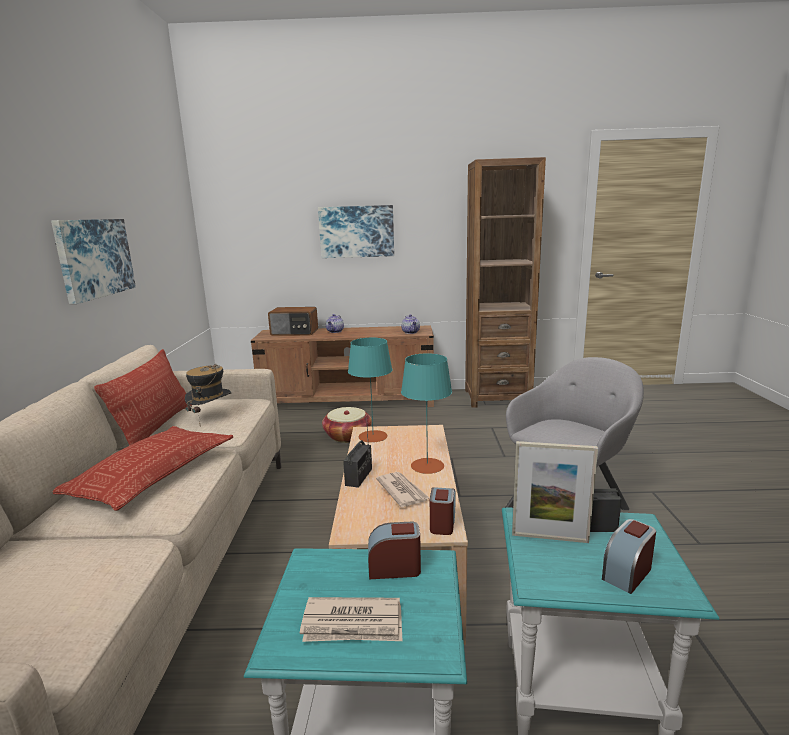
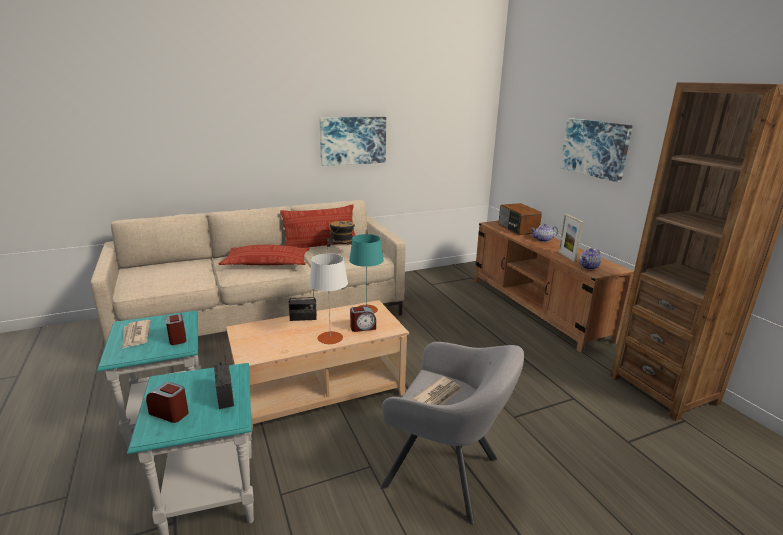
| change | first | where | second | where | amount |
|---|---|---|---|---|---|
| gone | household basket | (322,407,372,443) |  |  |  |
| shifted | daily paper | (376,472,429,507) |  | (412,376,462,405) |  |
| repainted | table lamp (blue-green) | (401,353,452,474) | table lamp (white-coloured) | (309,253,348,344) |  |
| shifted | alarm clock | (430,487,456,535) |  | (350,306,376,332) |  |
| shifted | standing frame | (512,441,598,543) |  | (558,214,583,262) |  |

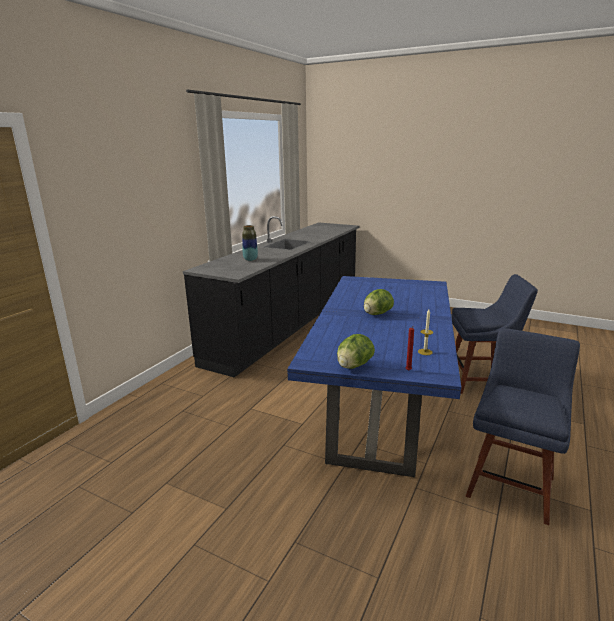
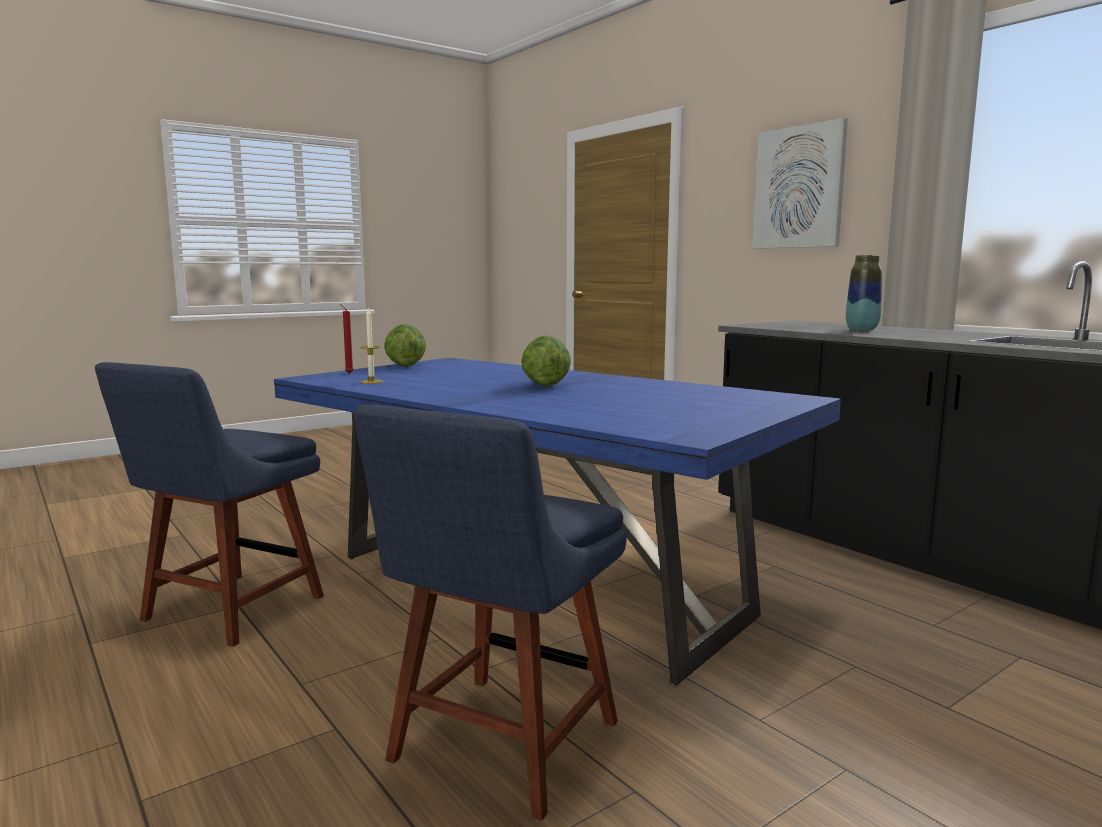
| change | first | where | second | where | amount |
|---|---|---|---|---|---|
| rotated | chair (blue-coloured) | (465,328,580,525) |  | (95,362,324,647) | 60 degrees clockwise |
| new |  |  | wall art | (753,118,848,249) |  |

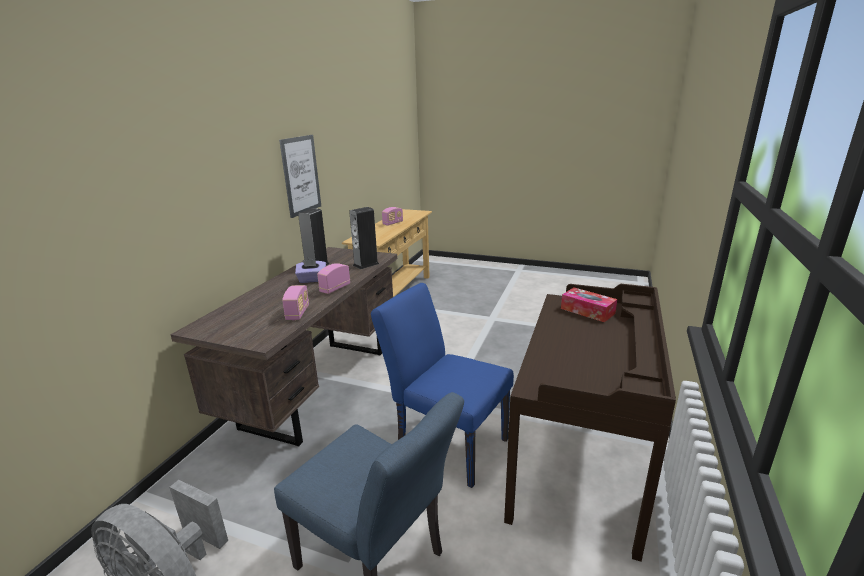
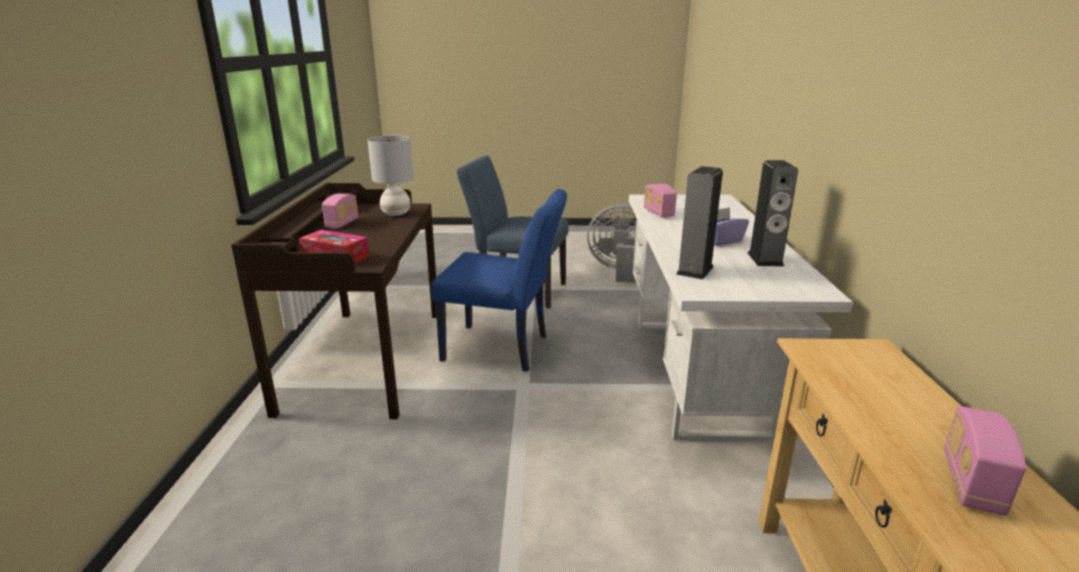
| change | first | where | second | where | amount |
|---|---|---|---|---|---|
| repainted | desk table (brown) | (170,247,397,446) | desk table (white-coloured) | (629,194,853,441) |  |
| gone | wall art | (279,135,321,218) |  |  |  |
| shifted | radio receiver | (317,263,350,294) |  | (322,194,358,229) |  |
| new |  |  | table lamp (grey) | (368,136,413,216) |  |

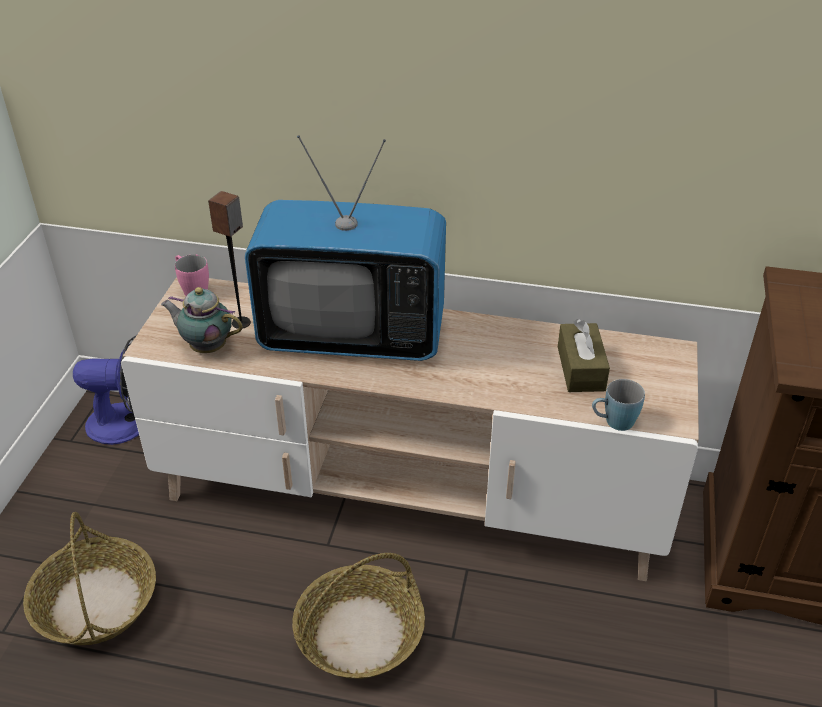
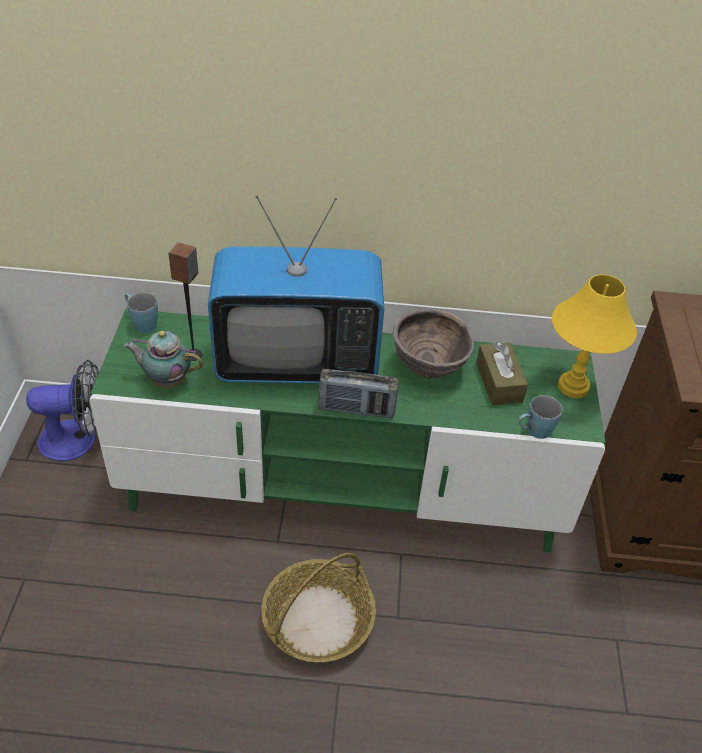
| change | first | where | second | where | amount |
|---|---|---|---|---|---|
| gone | household basket | (23,512,156,645) |  |  |  |
| repainted | media console (sand-coloured) | (121,277,699,582) | media console (green) | (89,309,606,553) |  |
| repainted | coffee mug (pink-coloured) | (175,254,209,296) | coffee mug (blue-coloured) | (125,293,158,333) |  |
| new |  |  | radio receiver | (318,369,399,418) |  |
| new |  |  | bowl (brown) | (392,308,474,378) |  |
| new |  |  | table lamp (yellow) | (552,274,637,398) |  |

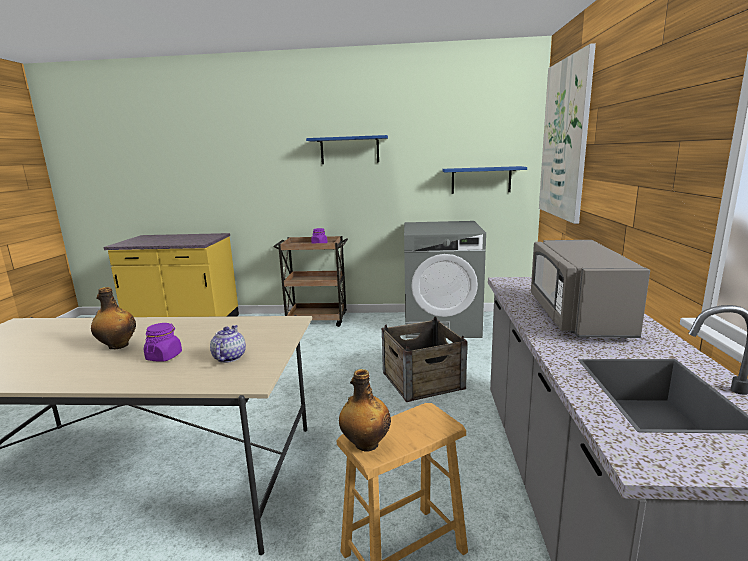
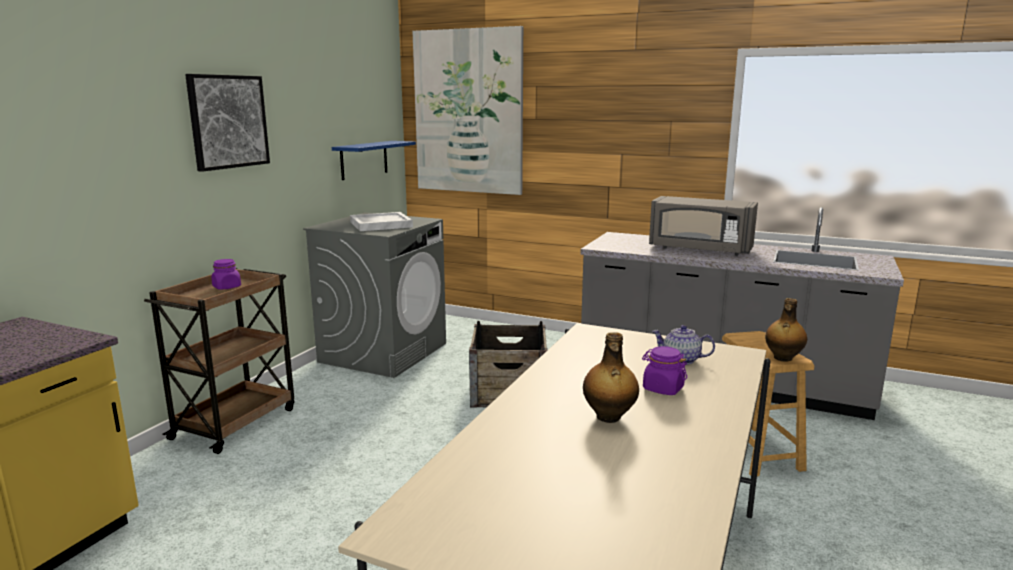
| change | first | where | second | where | amount |
|---|---|---|---|---|---|
| swapped | shelf (blue-coloured) | (306,135,388,164) | wall art | (185,74,270,172) |  |
| new |  |  | serving tray (white-coloured) | (350,212,413,231) |  |

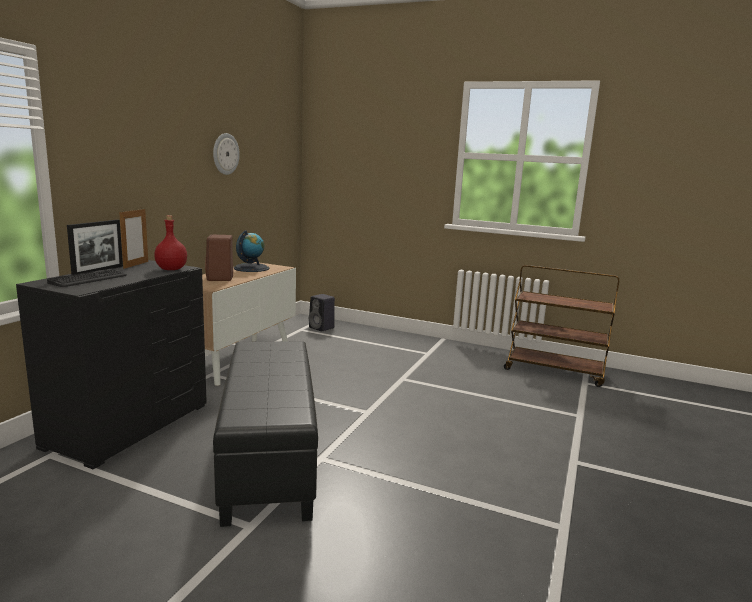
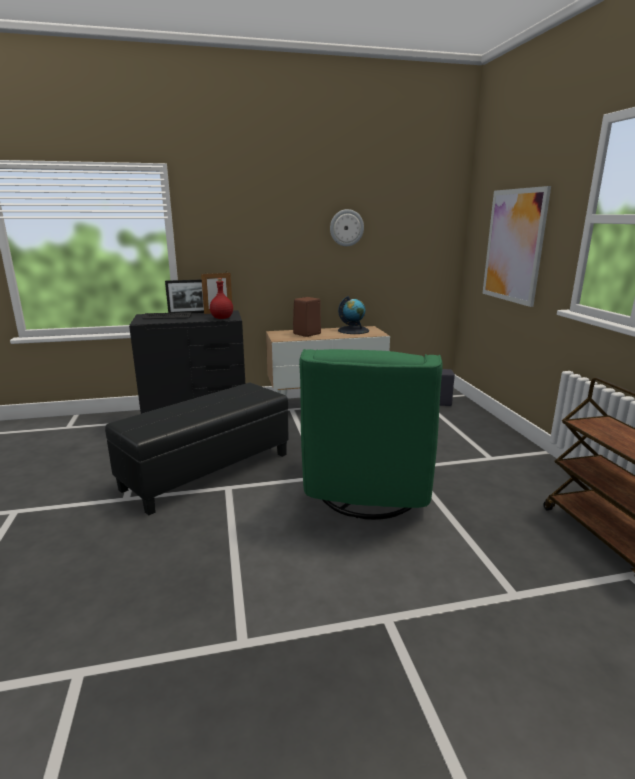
| change | first | where | second | where | amount |
|---|---|---|---|---|---|
| new |  |  | easy chair (green) | (299,349,443,520) |  |
| new |  |  | wall art | (482,186,551,307) |  |

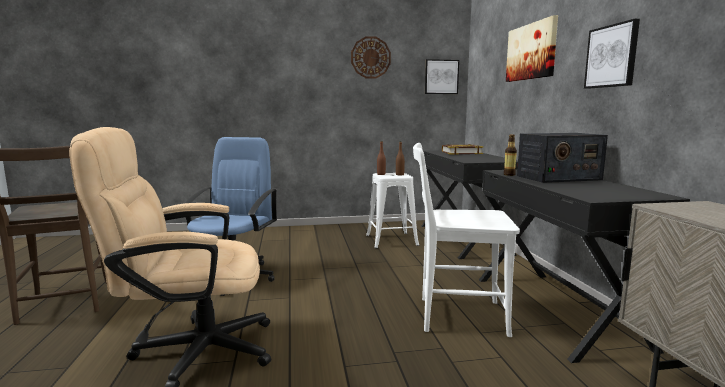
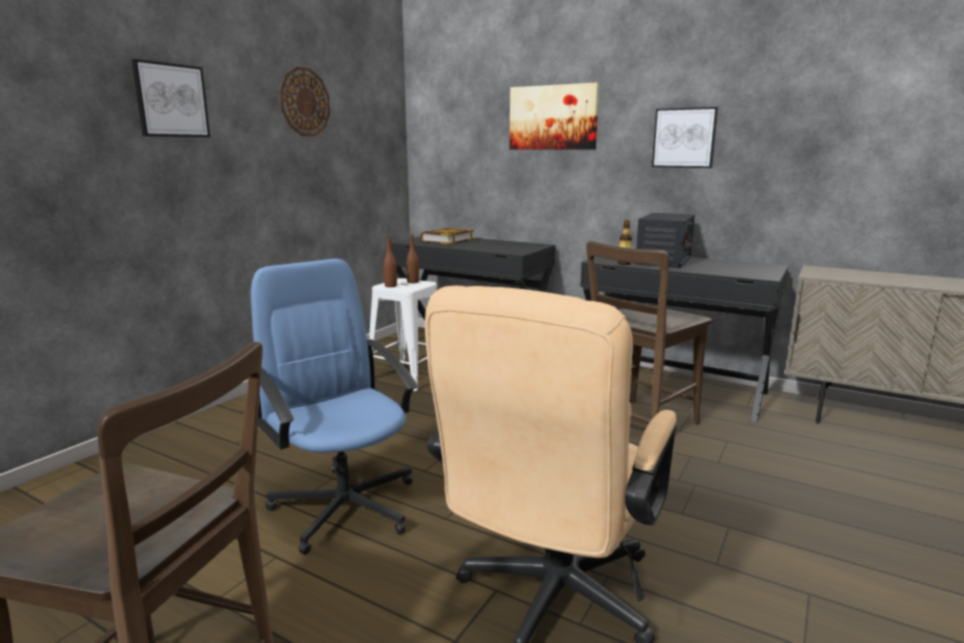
| change | first | where | second | where | amount |
|---|---|---|---|---|---|
| repainted | chair (white-coloured) | (413,143,520,337) | chair (brown) | (586,241,712,424) |  |
| shifted | wall art | (425,59,459,94) |  | (131,59,210,137) |  |

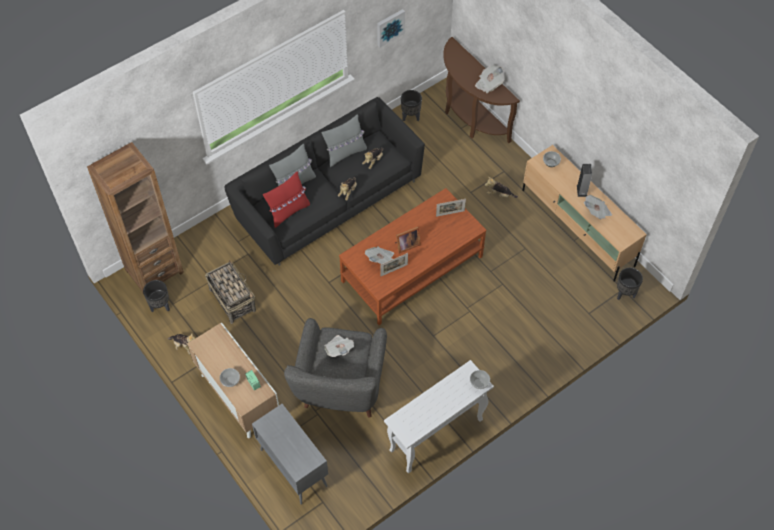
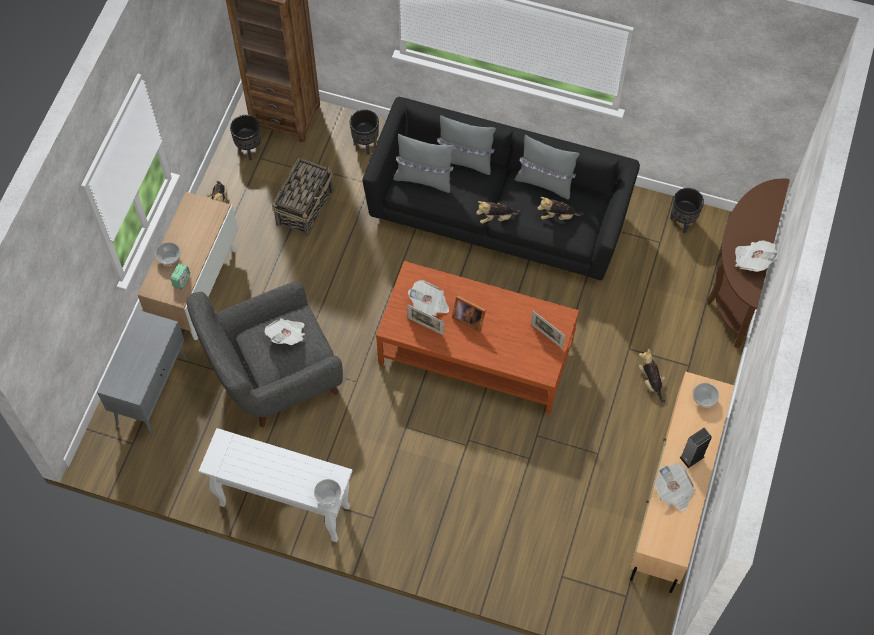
| change | first | where | second | where | amount |
|---|---|---|---|---|---|
| repainted | cushion (red-coloured) | (263,172,310,228) | cushion (grey) | (393,134,454,193) |  |
| gone | wall art | (377,9,405,48) |  |  |  |
| shifted | plant pot (blackish) | (617,268,643,300) |  | (350,109,379,155) |  |

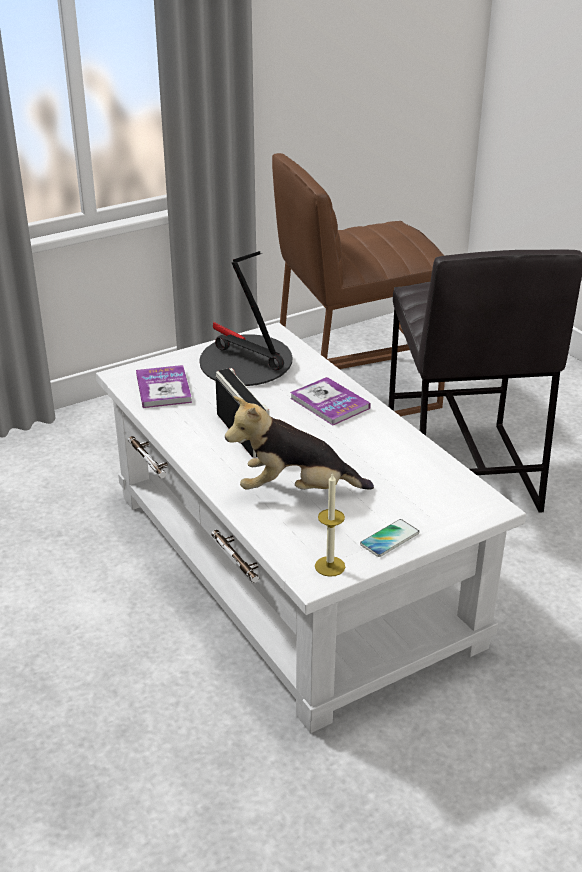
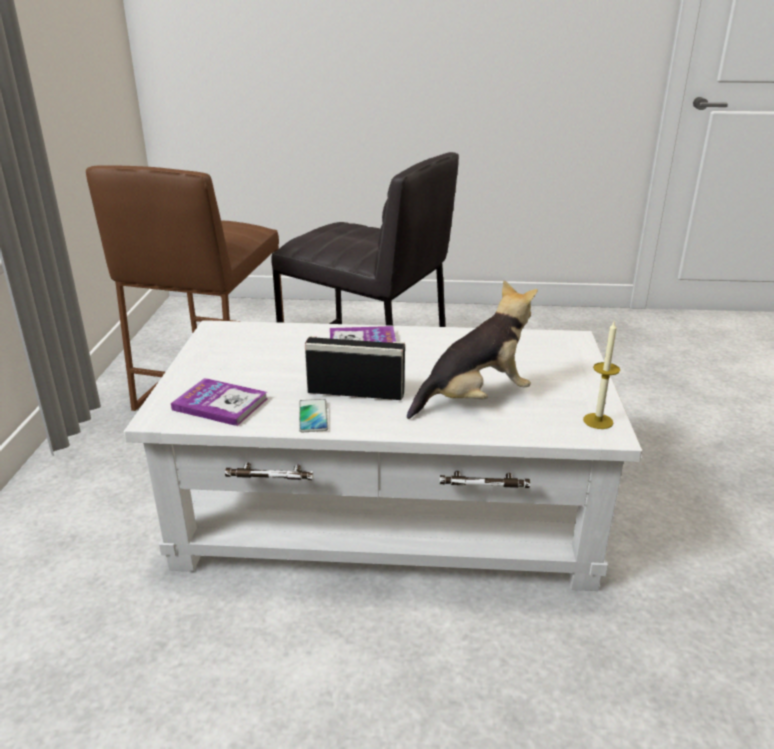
| change | first | where | second | where | amount |
|---|---|---|---|---|---|
| gone | table lamp | (199,251,292,386) |  |  |  |
| rotated | plush toy | (225,396,374,490) |  | (407,280,538,419) | 150 degrees counterclockwise |
| shifted | phone | (360,519,420,557) |  | (299,399,328,432) |  |

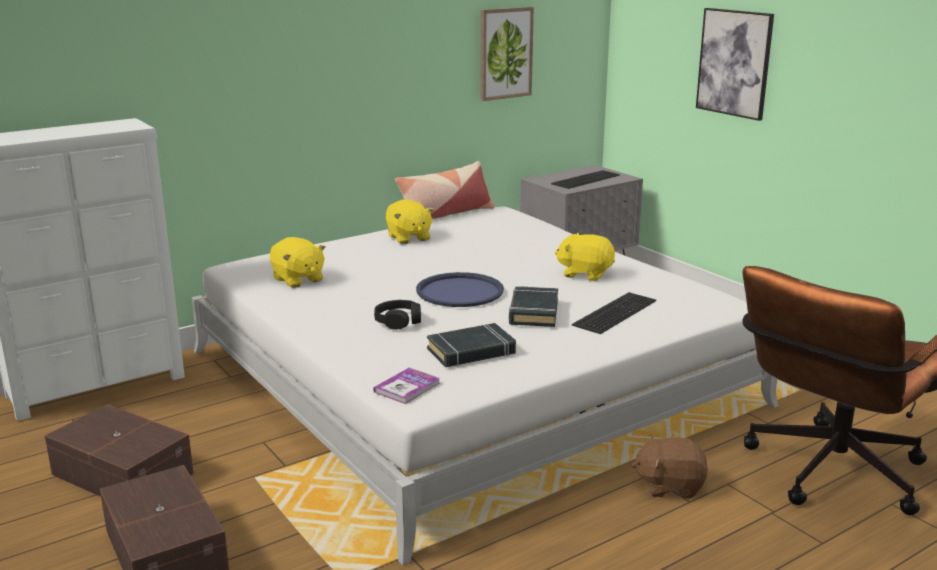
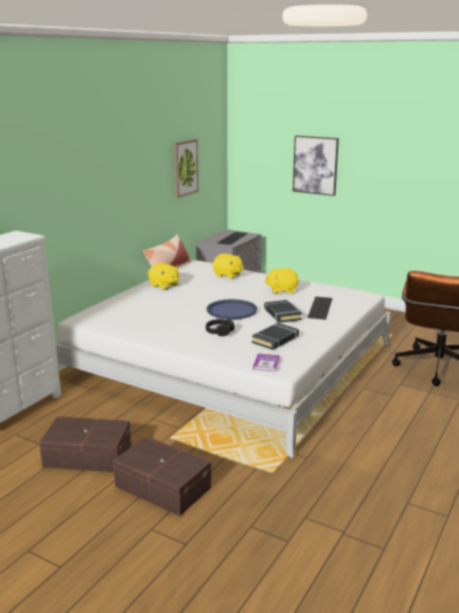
| change | first | where | second | where | amount |
|---|---|---|---|---|---|
| shifted | plush toy (yellow) | (270,237,326,288) |  | (213,254,244,279) |  |
| gone | plush toy (brown) | (631,434,708,498) |  |  |  |

